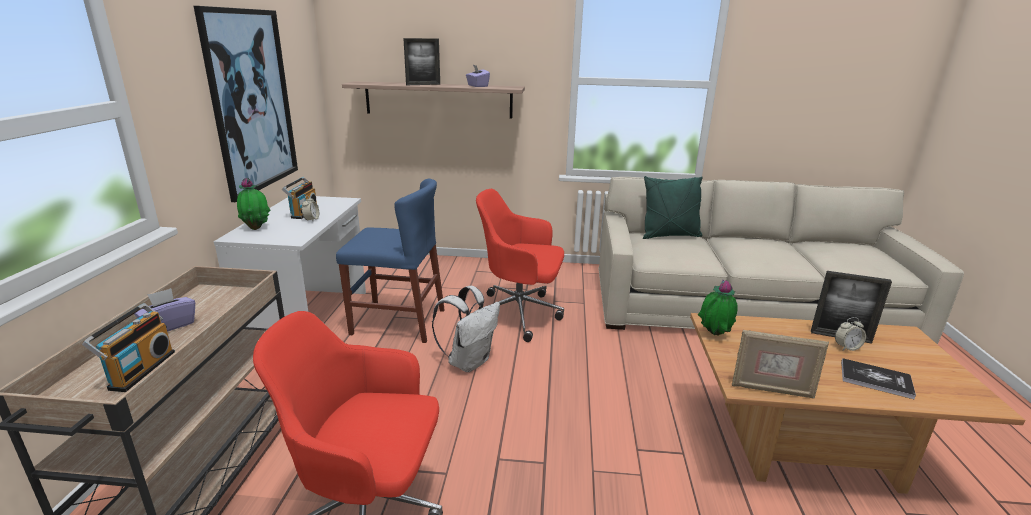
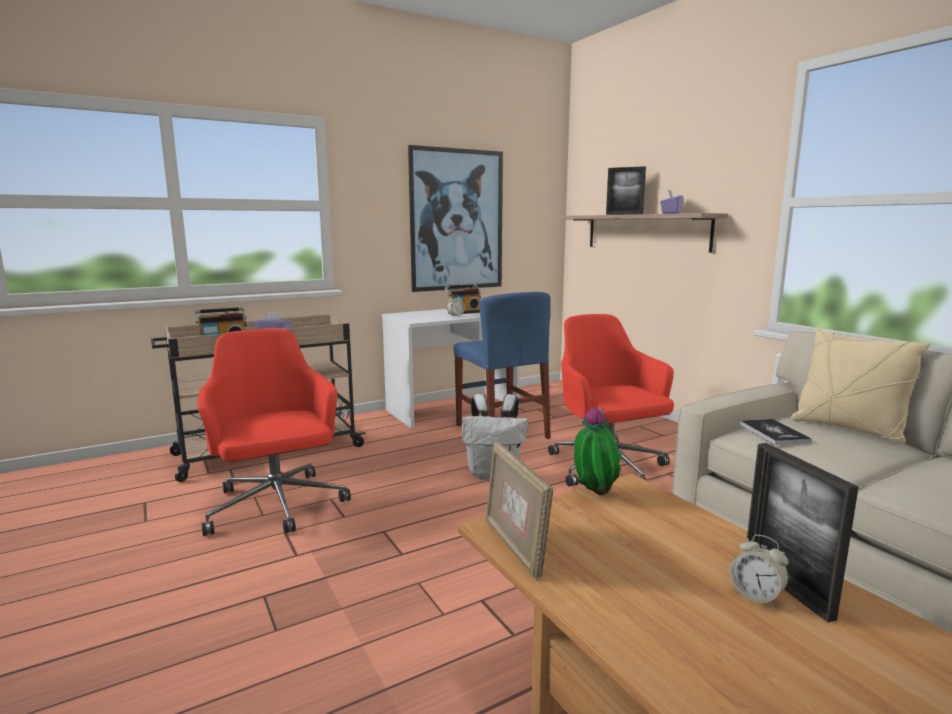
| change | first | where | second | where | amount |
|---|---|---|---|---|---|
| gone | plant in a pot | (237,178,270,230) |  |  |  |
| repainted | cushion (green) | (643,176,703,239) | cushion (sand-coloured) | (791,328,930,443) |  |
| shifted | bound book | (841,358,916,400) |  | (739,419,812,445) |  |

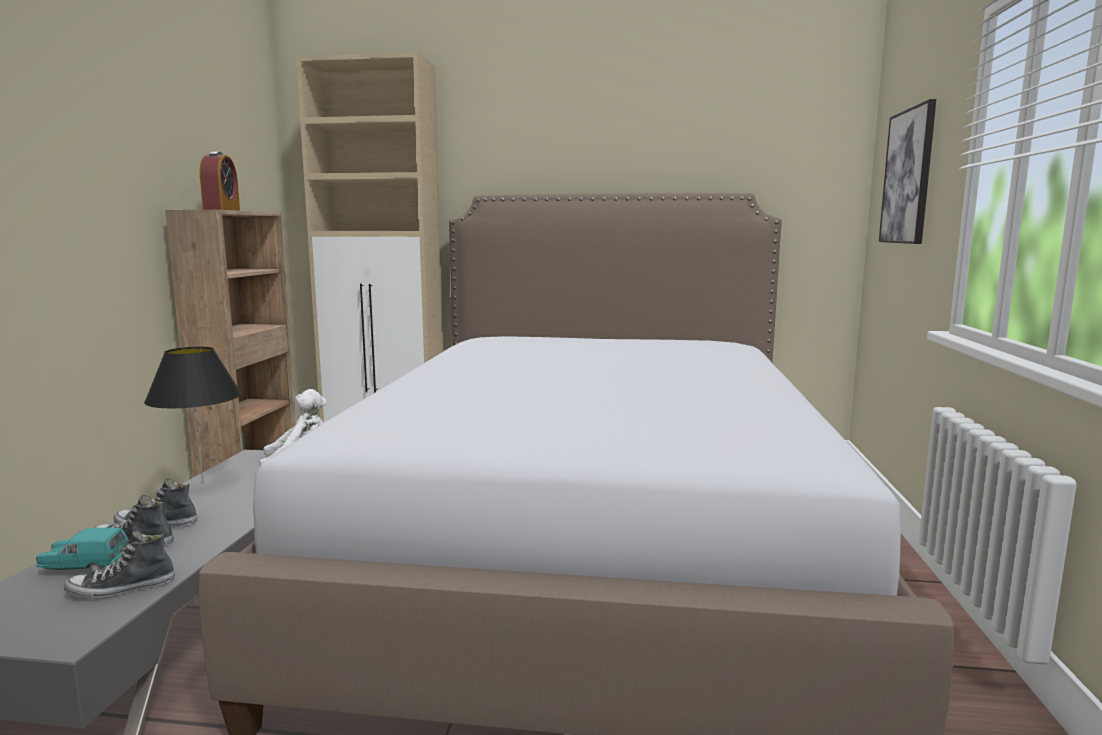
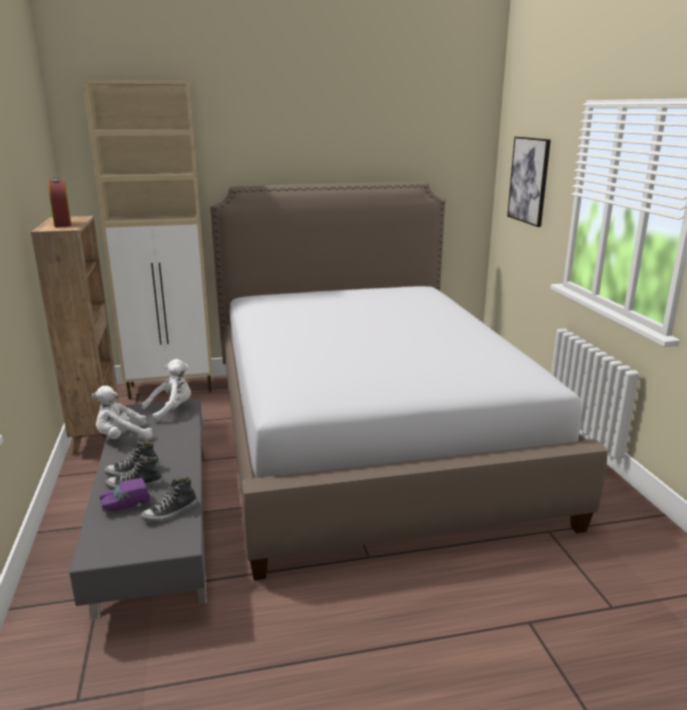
| change | first | where | second | where | amount |
|---|---|---|---|---|---|
| repainted | toy car (blue-green) | (36,527,129,572) | toy car (purplish) | (99,478,151,511) |  |
| swapped | table lamp (blackish) | (144,347,241,484) | plush toy (white-coloured) | (92,386,153,439) |  |

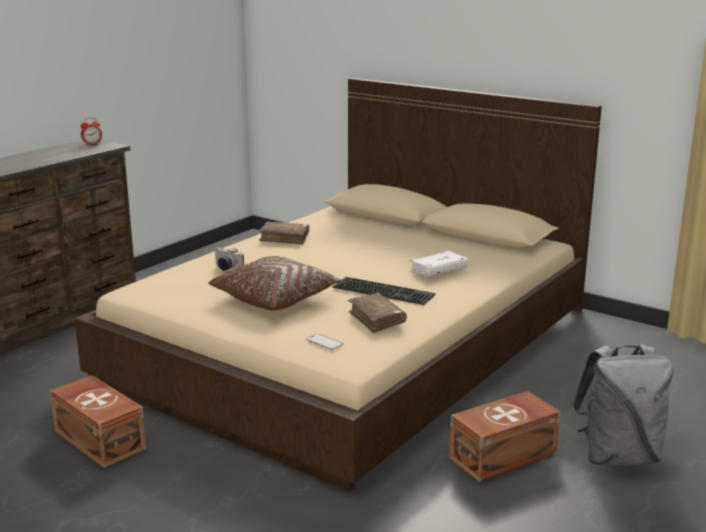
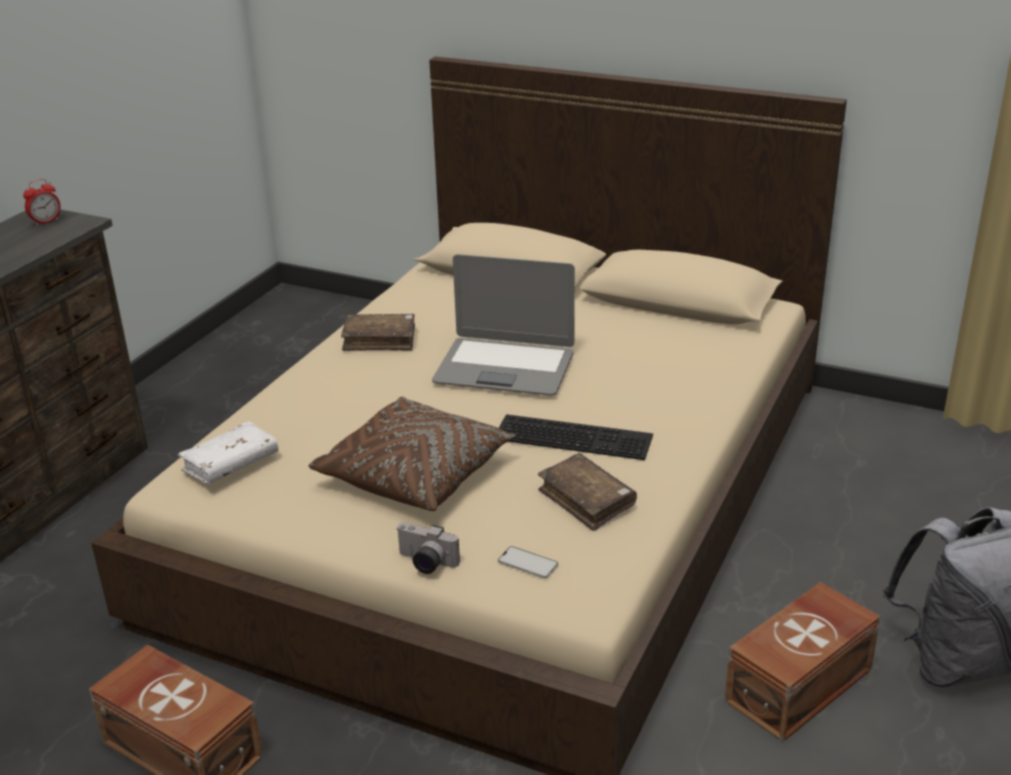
| change | first | where | second | where | amount |
|---|---|---|---|---|---|
| shifted | photo camera | (215,247,244,271) |  | (396,523,460,574) |  |
| shifted | bound book (white-coloured) | (409,251,468,276) |  | (177,421,278,484) |  |
| new |  |  | notebook computer | (432,254,575,396) |  |

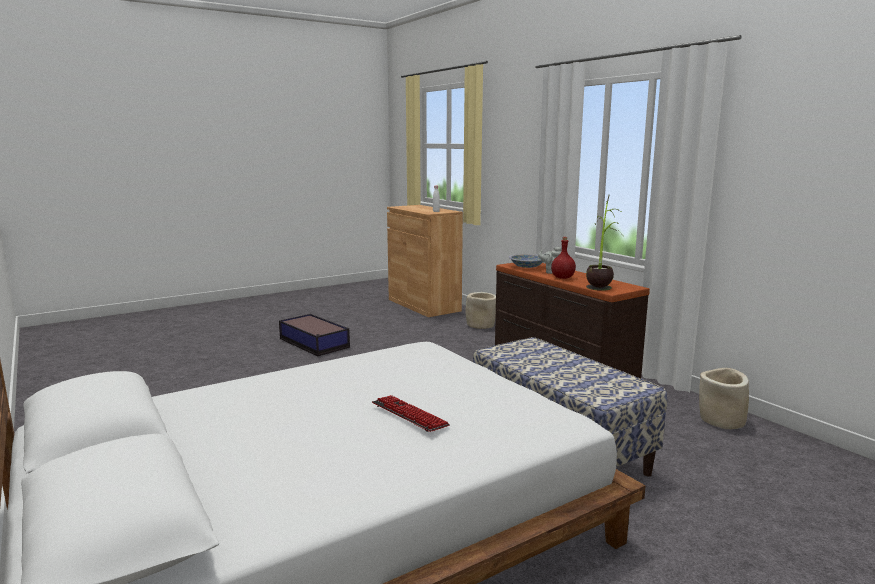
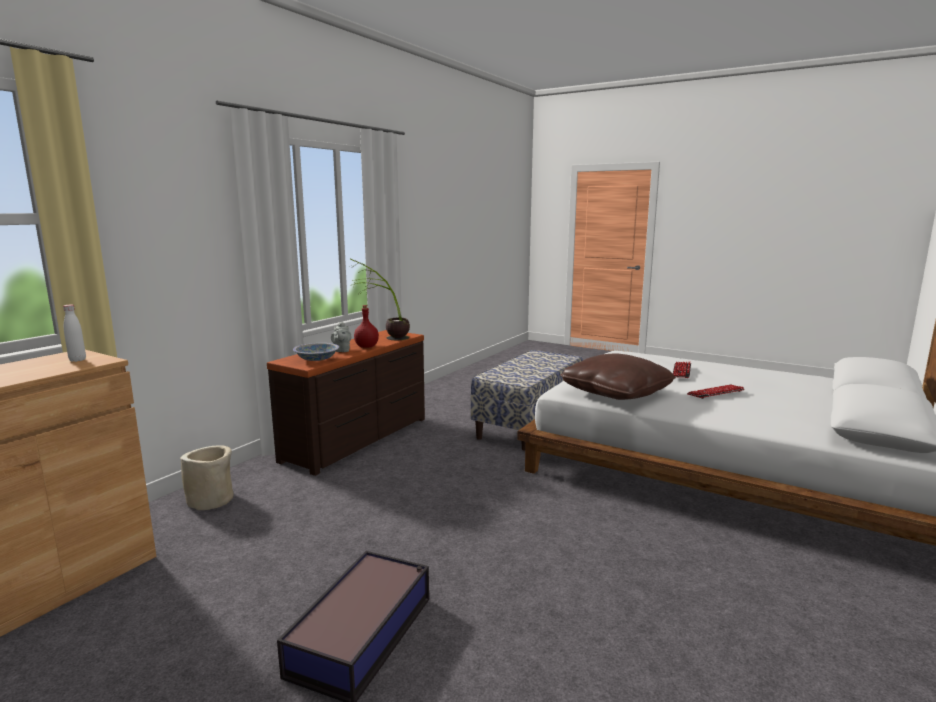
| change | first | where | second | where | amount |
|---|---|---|---|---|---|
| gone | plant pot (sand-coloured) | (699,368,749,429) |  |  |  |
| new |  |  | cushion (brown) | (560,353,676,400) |  |
| new |  |  | PC keyboard | (687,384,745,399) |  |

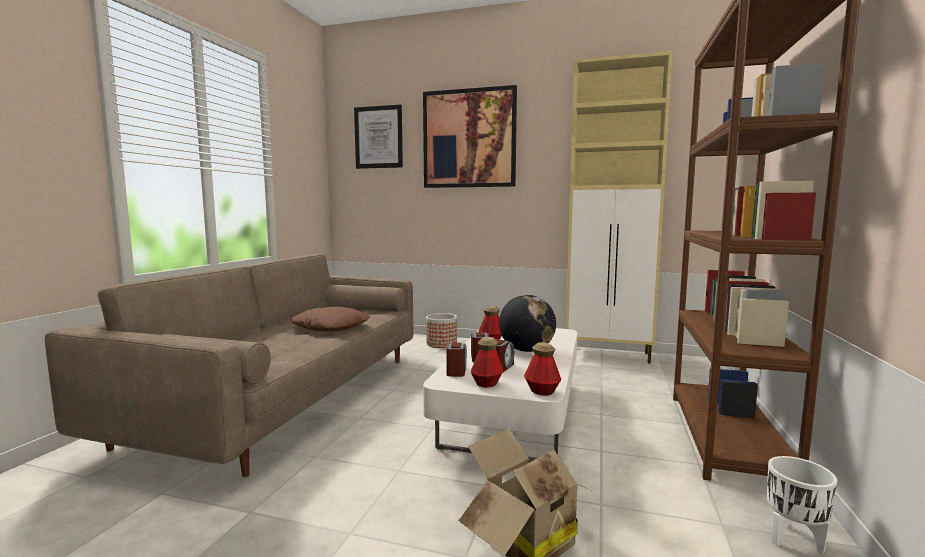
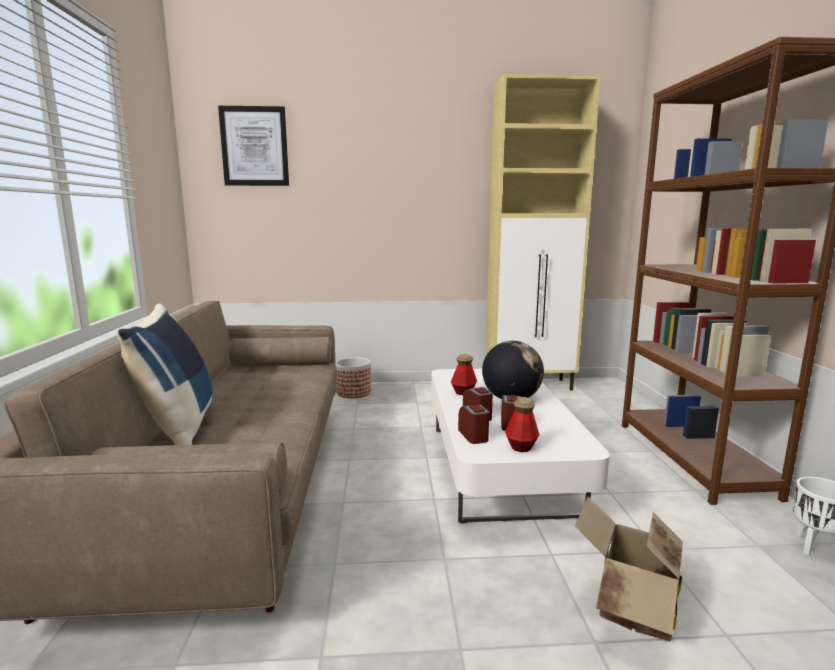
| change | first | where | second | where | amount |
|---|---|---|---|---|---|
| gone | cushion (brown) | (291,307,370,331) |  |  |  |
| gone | wall art | (423,85,517,188) |  |  |  |
| gone | drink bottle | (524,342,561,396) |  |  |  |
| new |  |  | cushion (blue-coloured) | (116,304,214,445) |  |

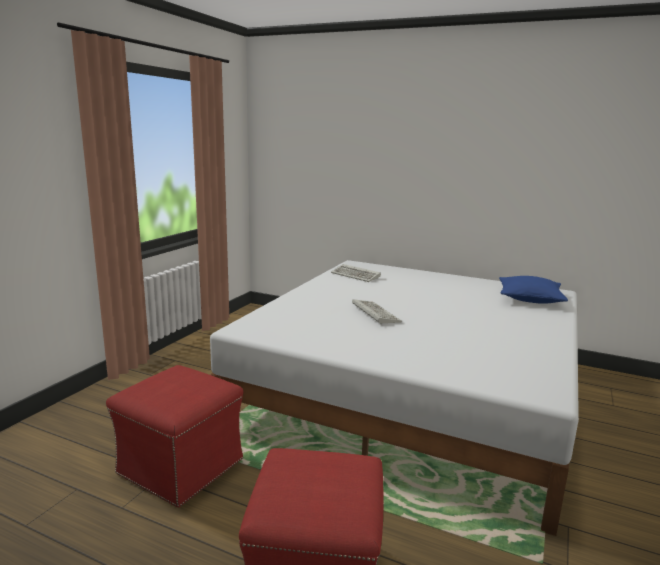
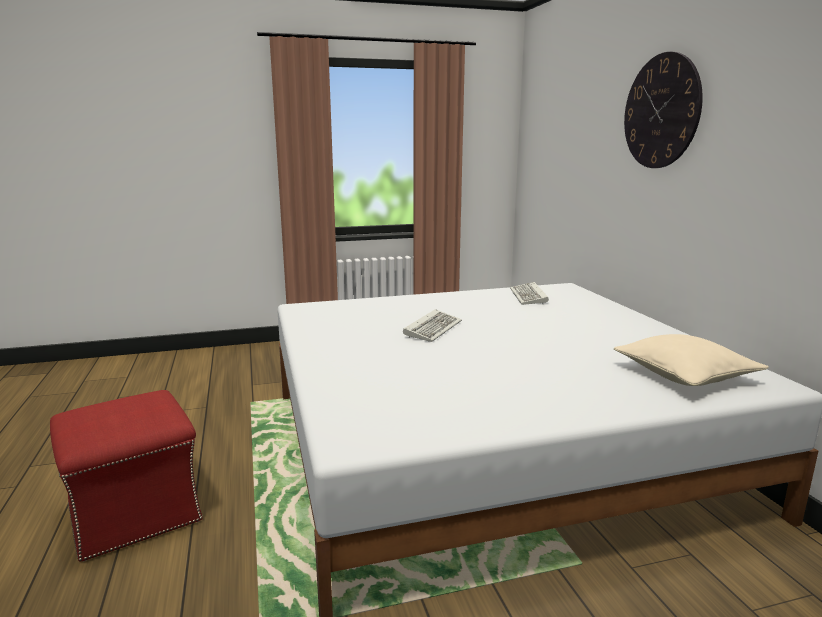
| change | first | where | second | where | amount |
|---|---|---|---|---|---|
| gone | ottoman (red-coloured) | (106,365,243,507) |  |  |  |
| repainted | cushion (blue-coloured) | (499,276,568,304) | cushion (sand-coloured) | (614,334,769,386) |  |
| new |  |  | clock on the wall | (624,52,703,168) |  |

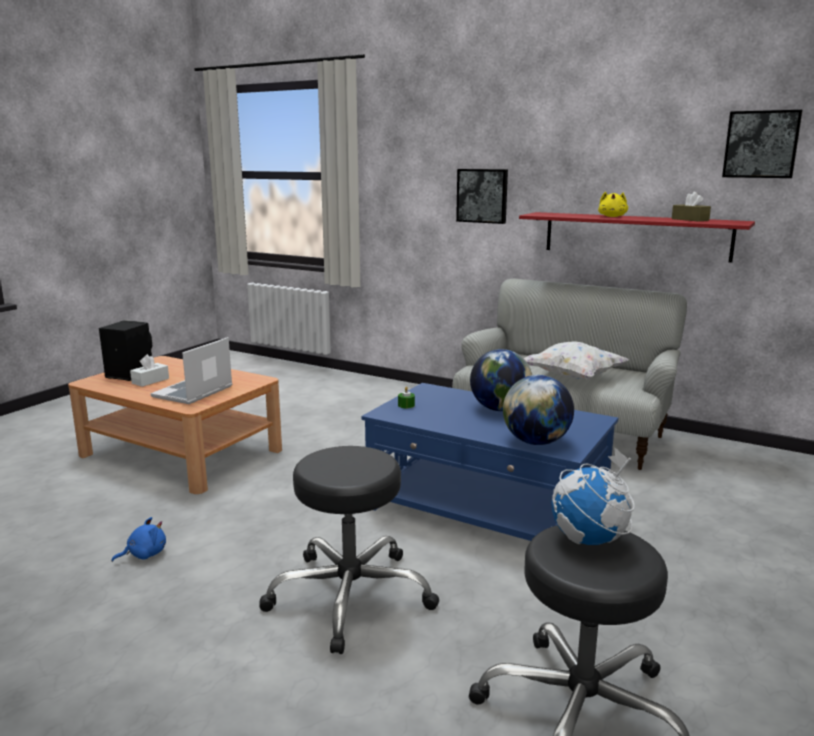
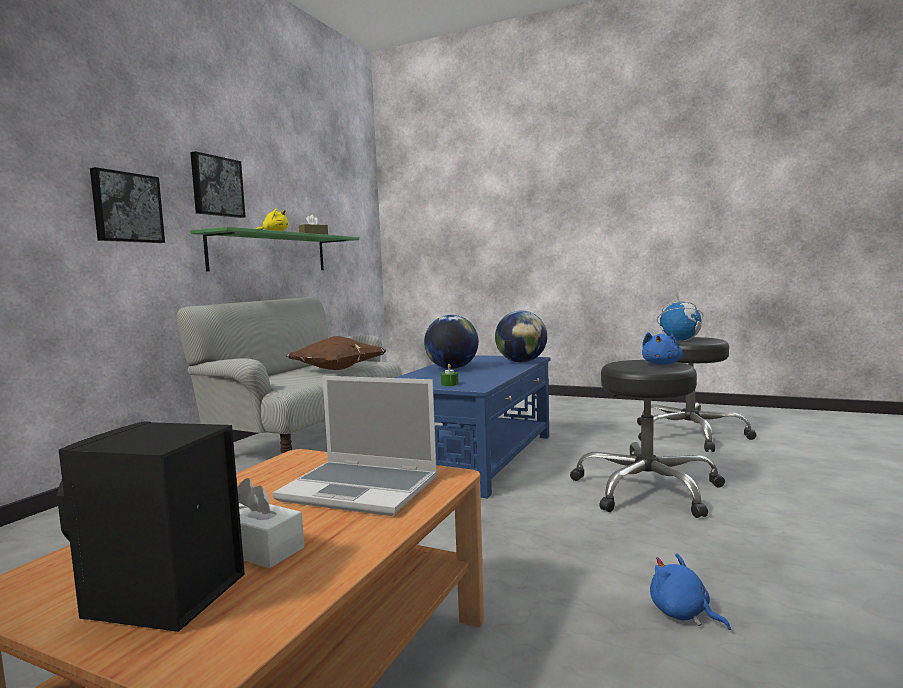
| change | first | where | second | where | amount |
|---|---|---|---|---|---|
| repainted | shelf (red-coloured) | (519,212,755,263) | shelf (green) | (190,227,359,271) |  |
| repainted | cushion (white-coloured) | (524,341,629,379) | cushion (brown) | (286,336,387,370) |  |
| shifted | wall art | (722,110,803,178) |  | (190,151,246,218) |  |
| new |  |  | plush toy (blue-coloured) | (642,332,683,365) |  |

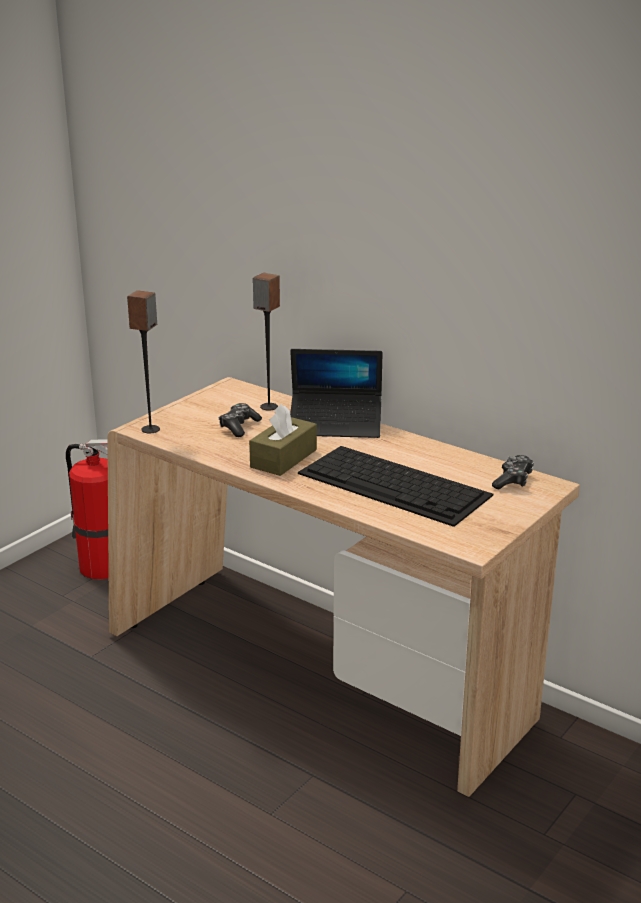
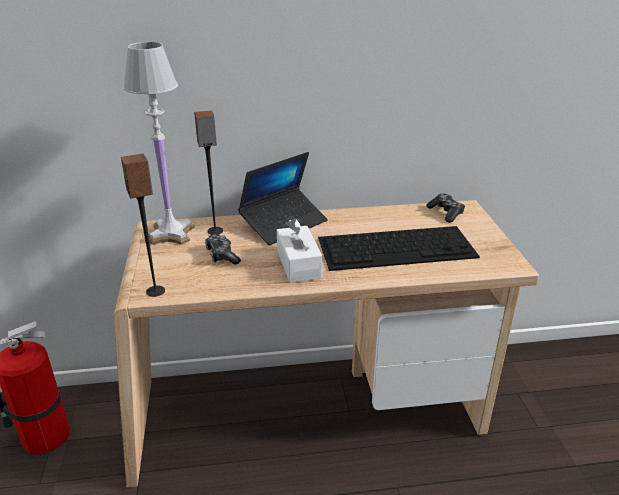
| change | first | where | second | where | amount |
|---|---|---|---|---|---|
| repainted | tissue box (brown) | (249,404,317,476) | tissue box (white-coloured) | (277,218,322,283) |  |
| new |  |  | table lamp (white-coloured) | (123,42,195,245) |  |

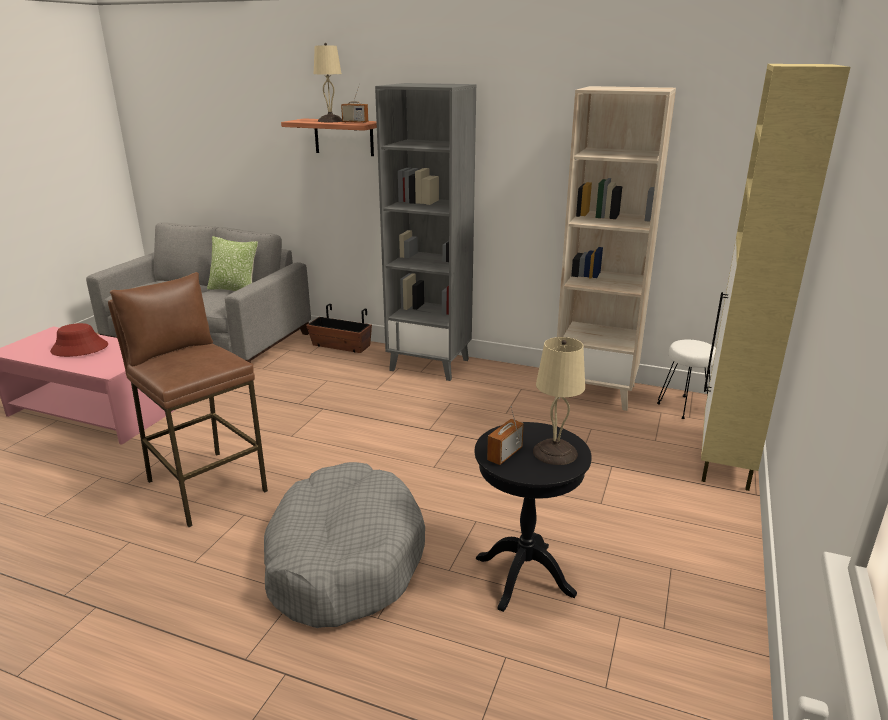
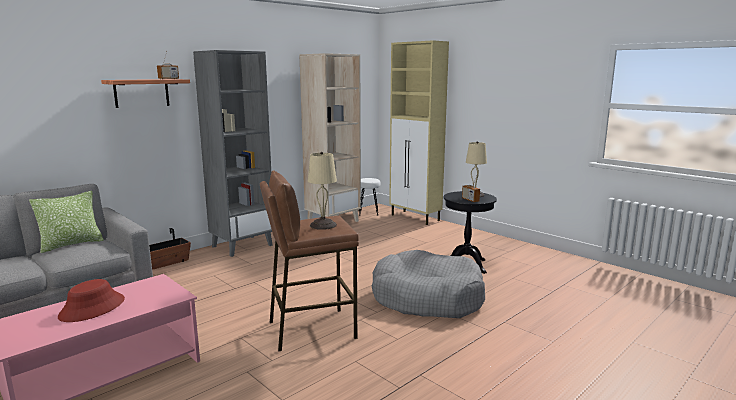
| change | first | where | second | where | amount |
|---|---|---|---|---|---|
| shifted | table lamp (sand-coloured) | (314,43,342,122) |  | (308,152,337,230) |  |

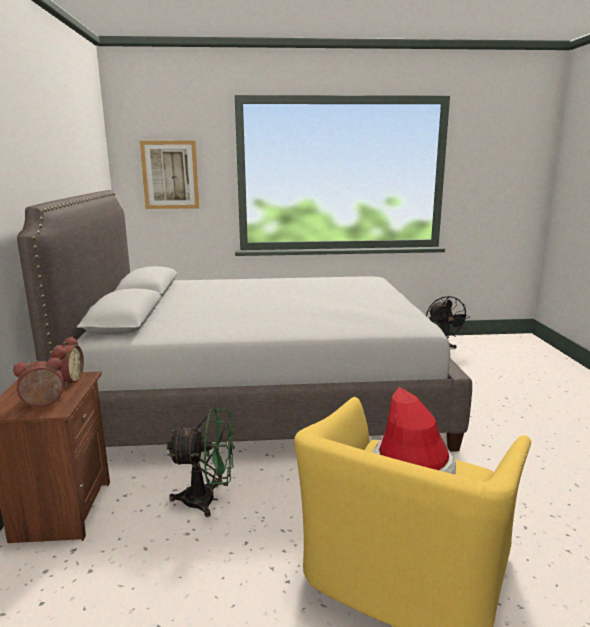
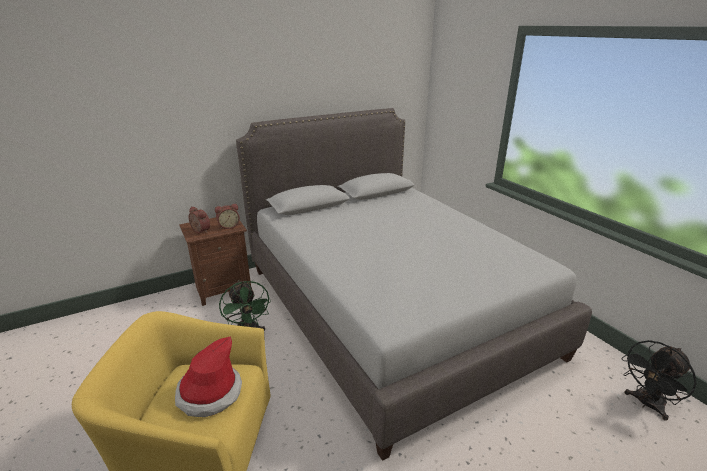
| change | first | where | second | where | amount |
|---|---|---|---|---|---|
| gone | wall art | (140,141,199,209) |  |  |  |

